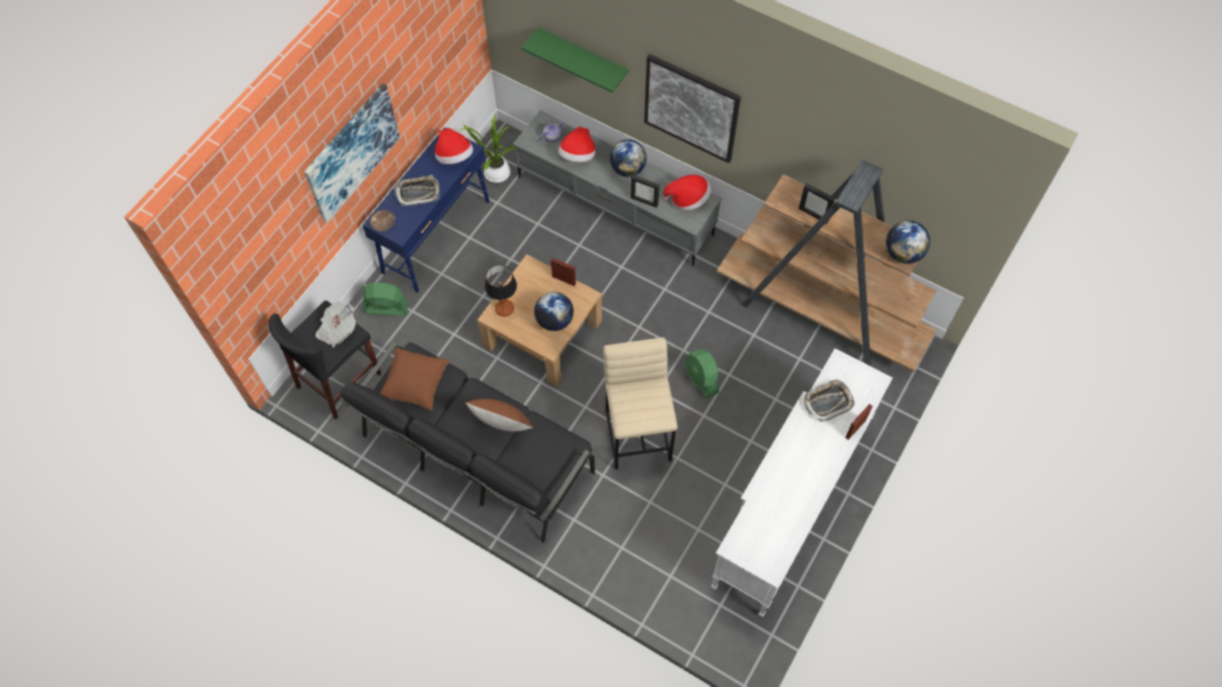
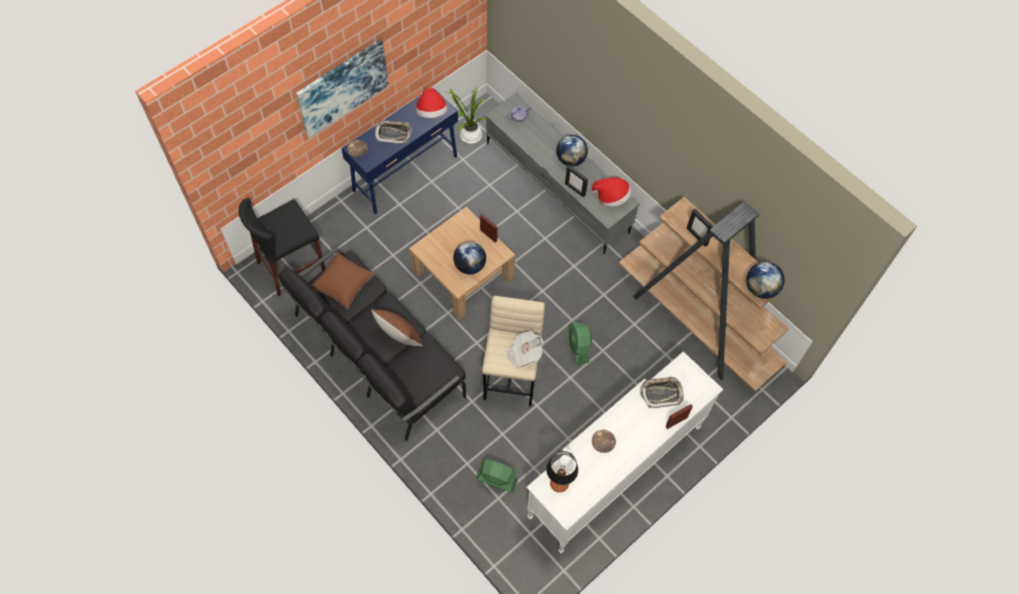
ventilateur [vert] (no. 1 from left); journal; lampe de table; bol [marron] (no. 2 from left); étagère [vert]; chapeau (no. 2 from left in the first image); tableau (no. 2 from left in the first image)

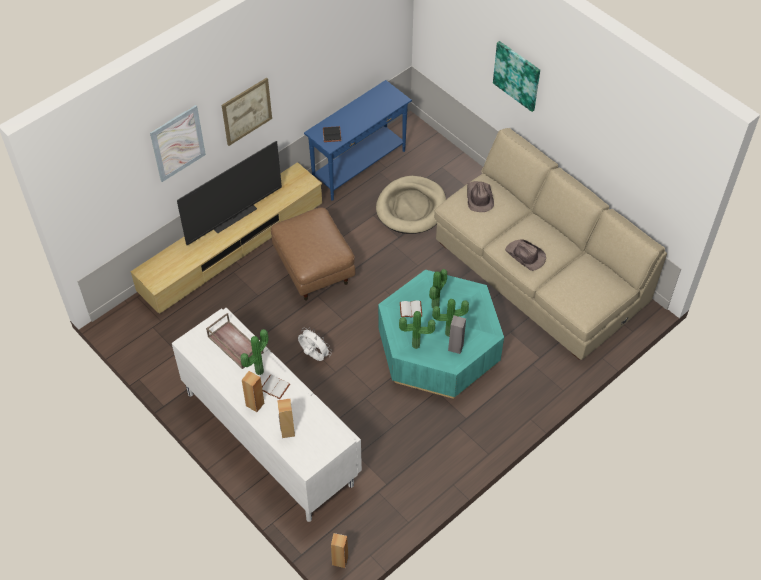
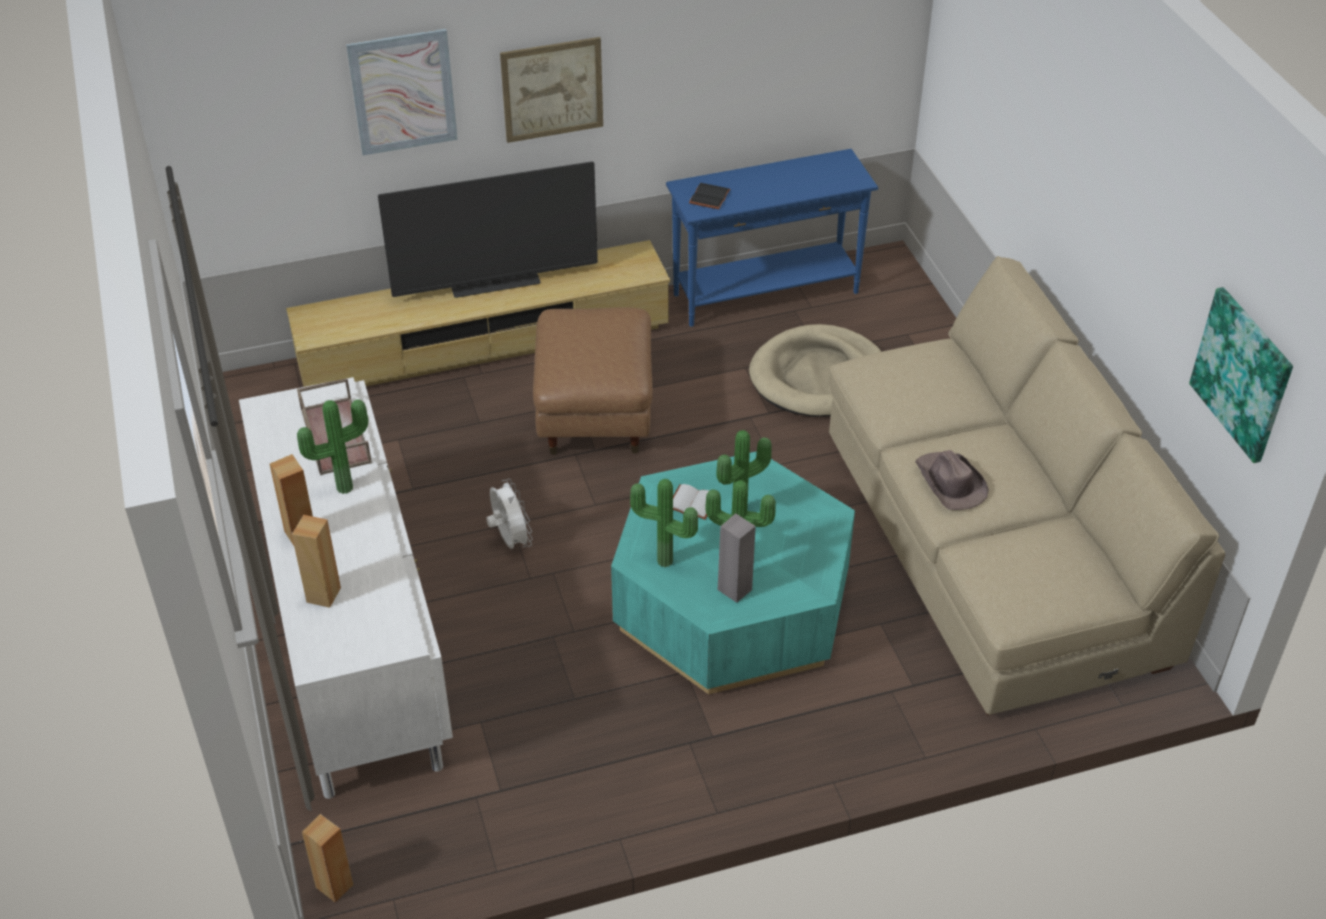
tableau (no. 3 from left); livre [blanc] (no. 1 from left in the first image); chapeau [marron] (no. 1 from left in the first image)

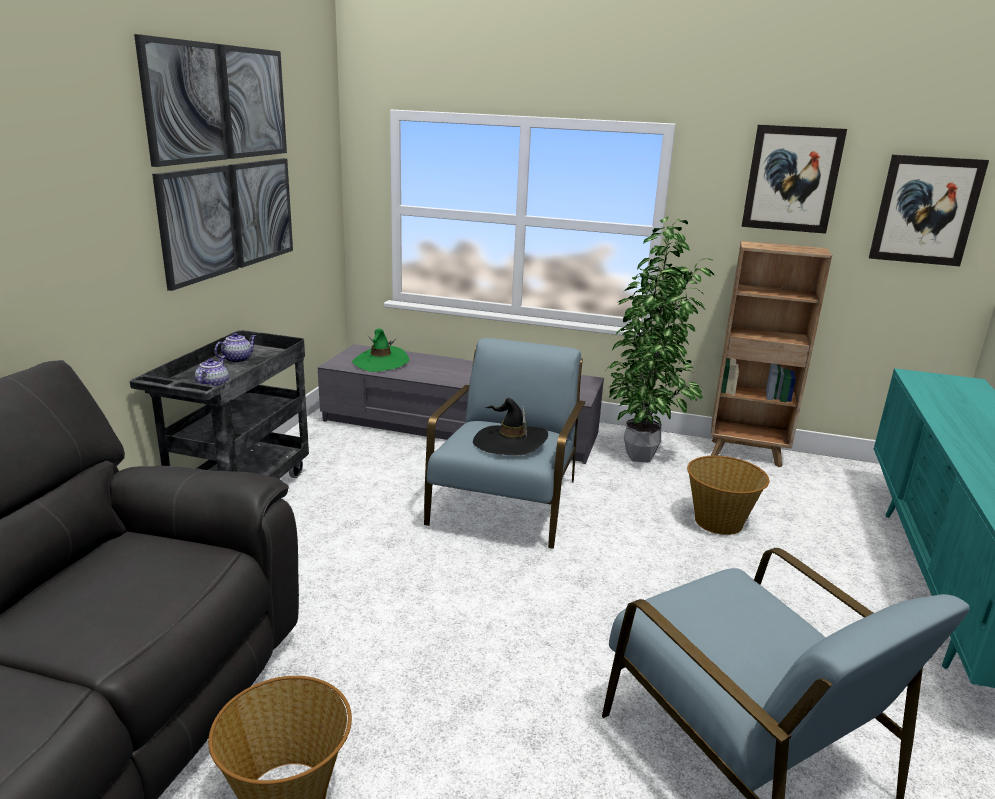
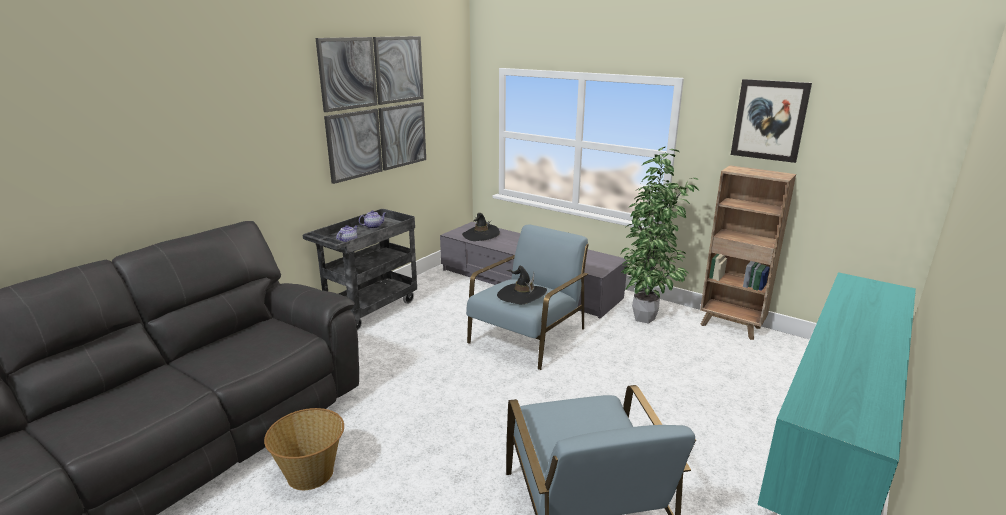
chapeau [noir] (no. 1 from left); panier (no. 2 from left in the first image); tableau (no. 3 from left in the first image)

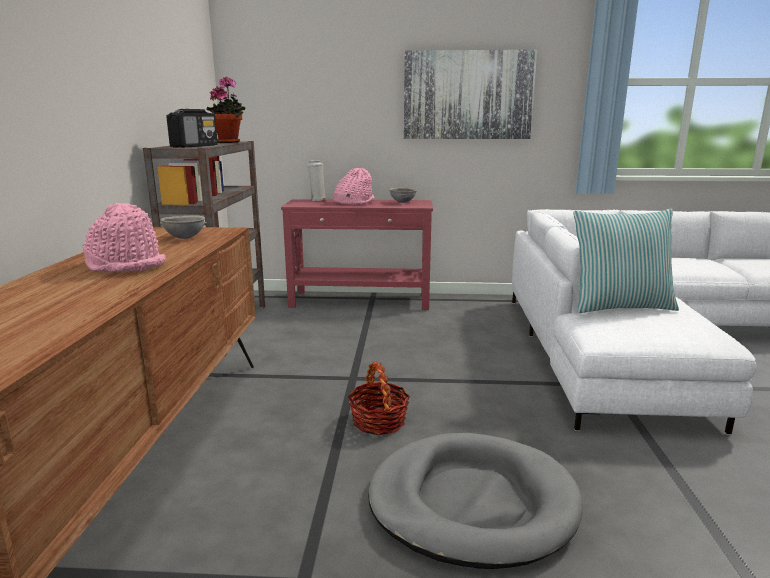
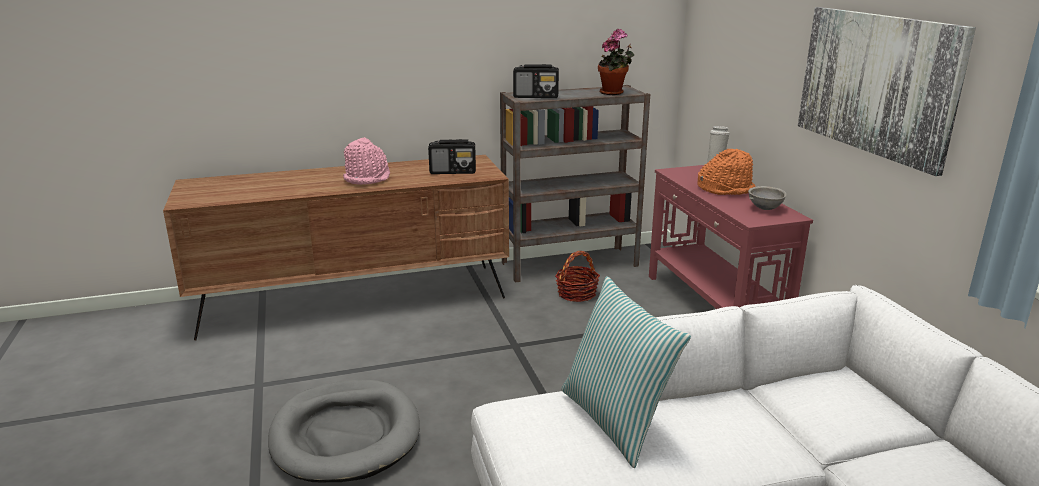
radio (no. 1 from left); panier; chapeau [orange]

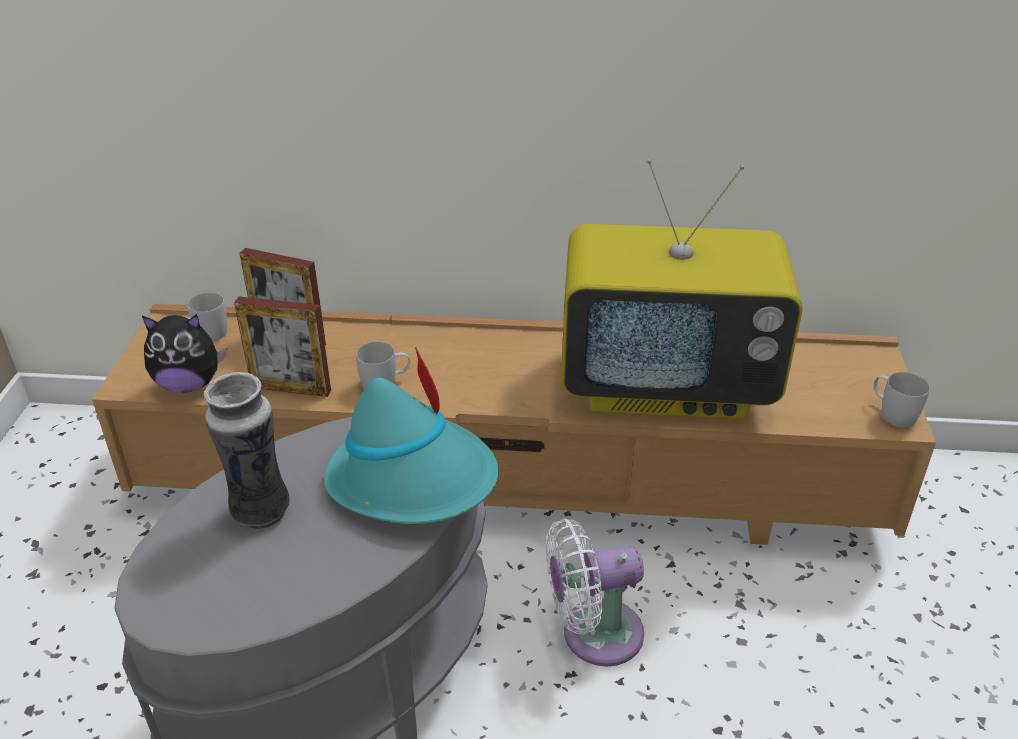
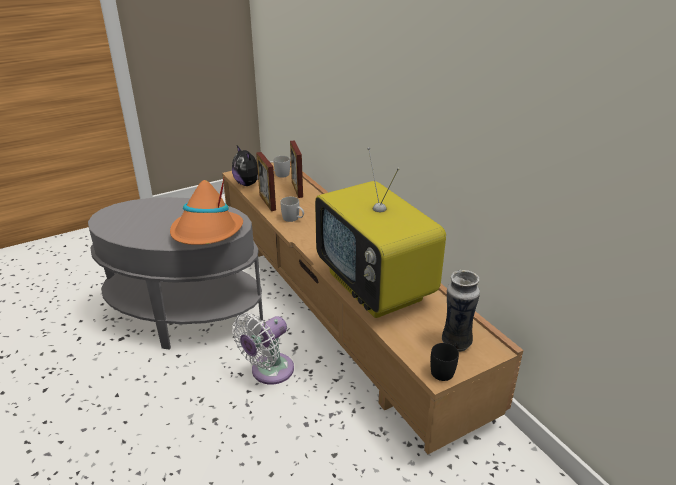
chapeau [orange]; ventilateur [blanc]; mug [noir]; vase

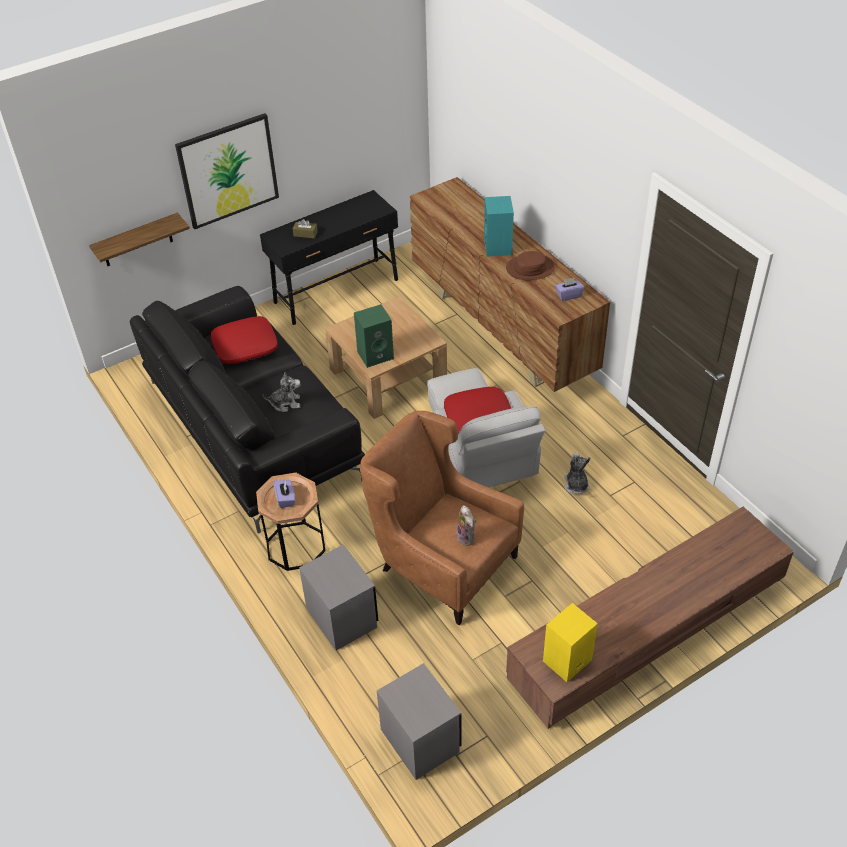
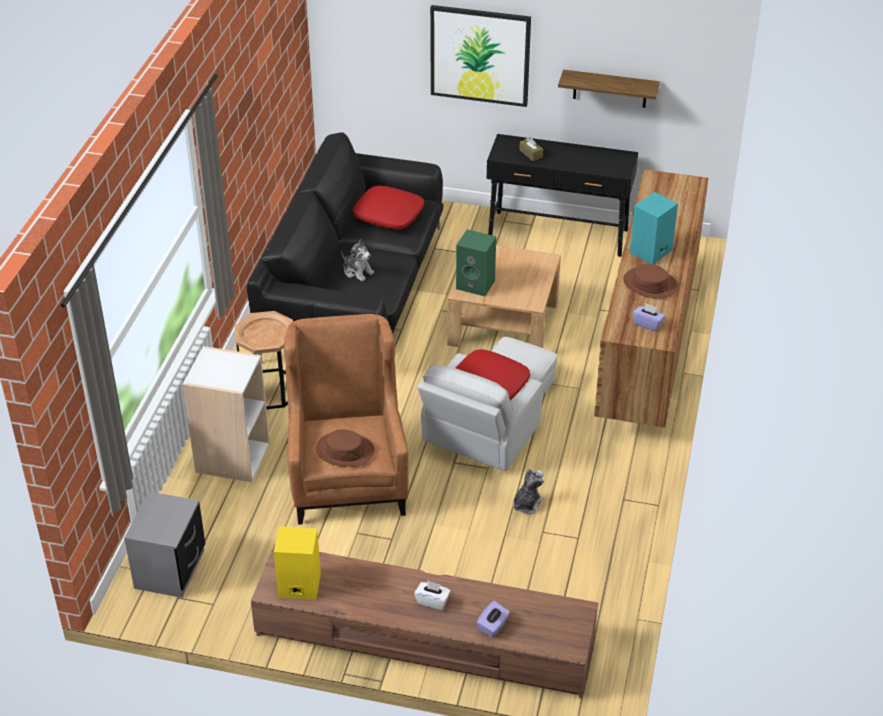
bibliothèque; chapeau [marron] (no. 1 from left); boîte à mouchoirs [blanc]; boîte à mouchoirs [violet] (no. 1 from left); étagère

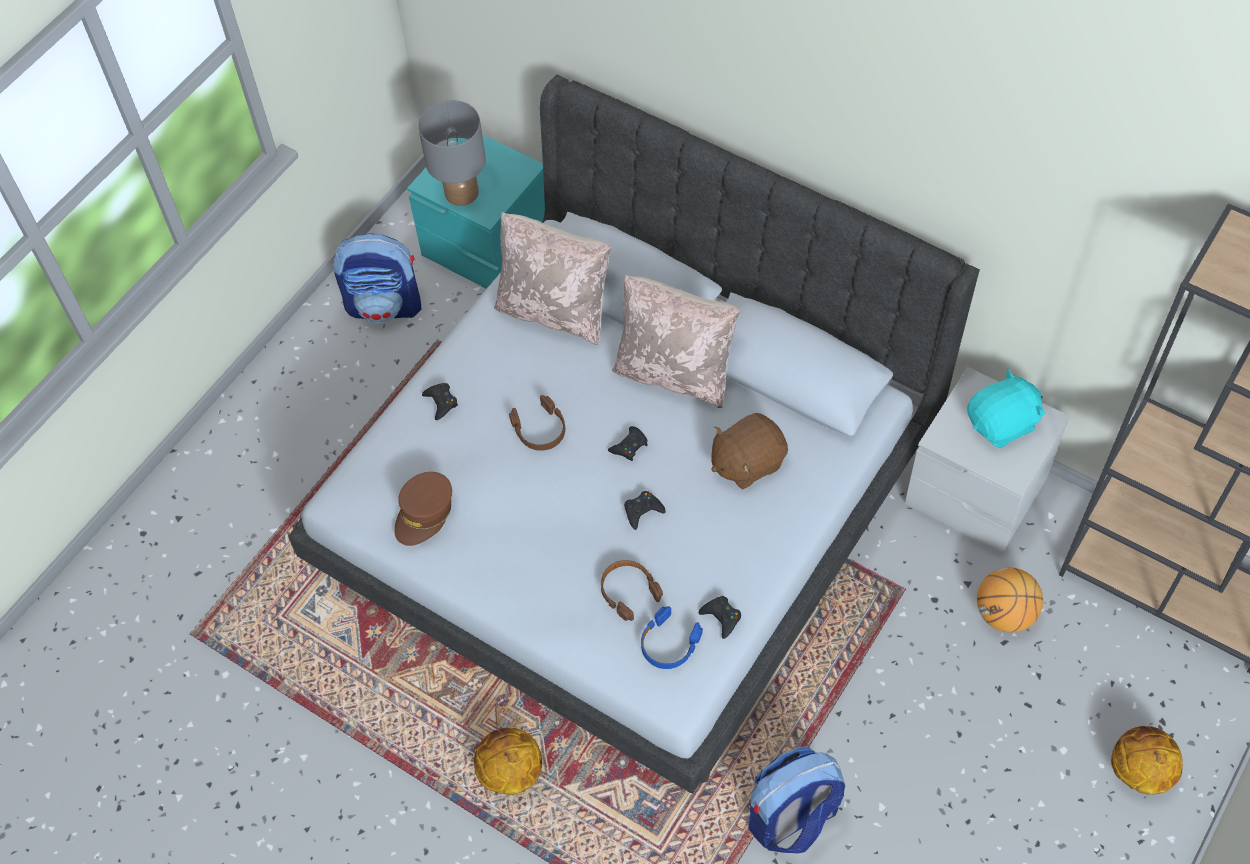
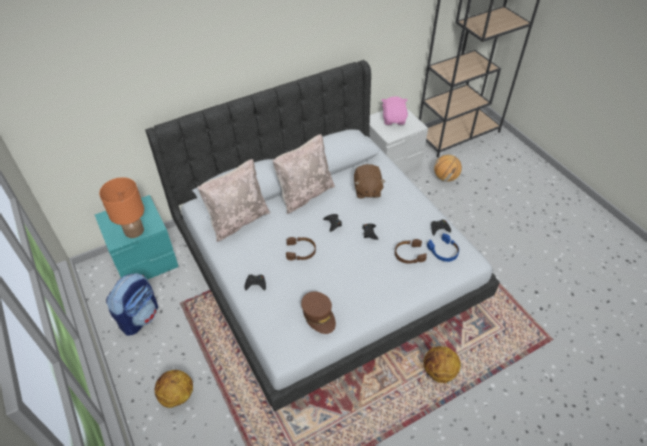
lampe de table [orange]; ballon de basket (no. 1 from left); peluche [rose]; sac à dos (no. 2 from left in the first image)

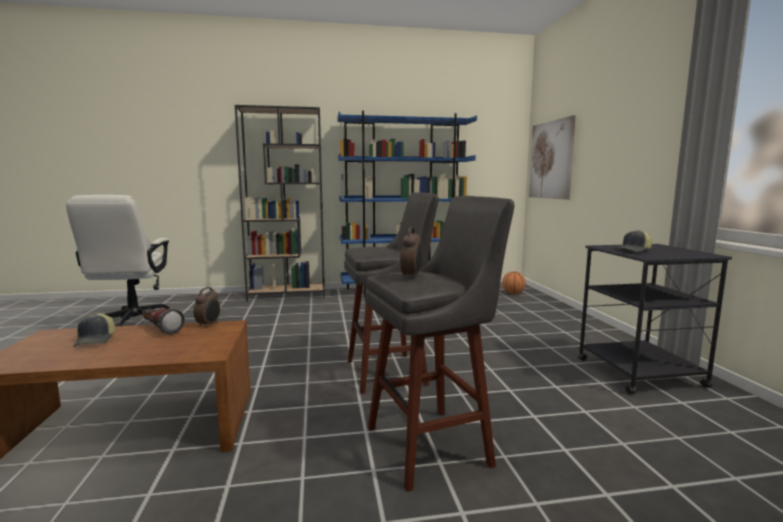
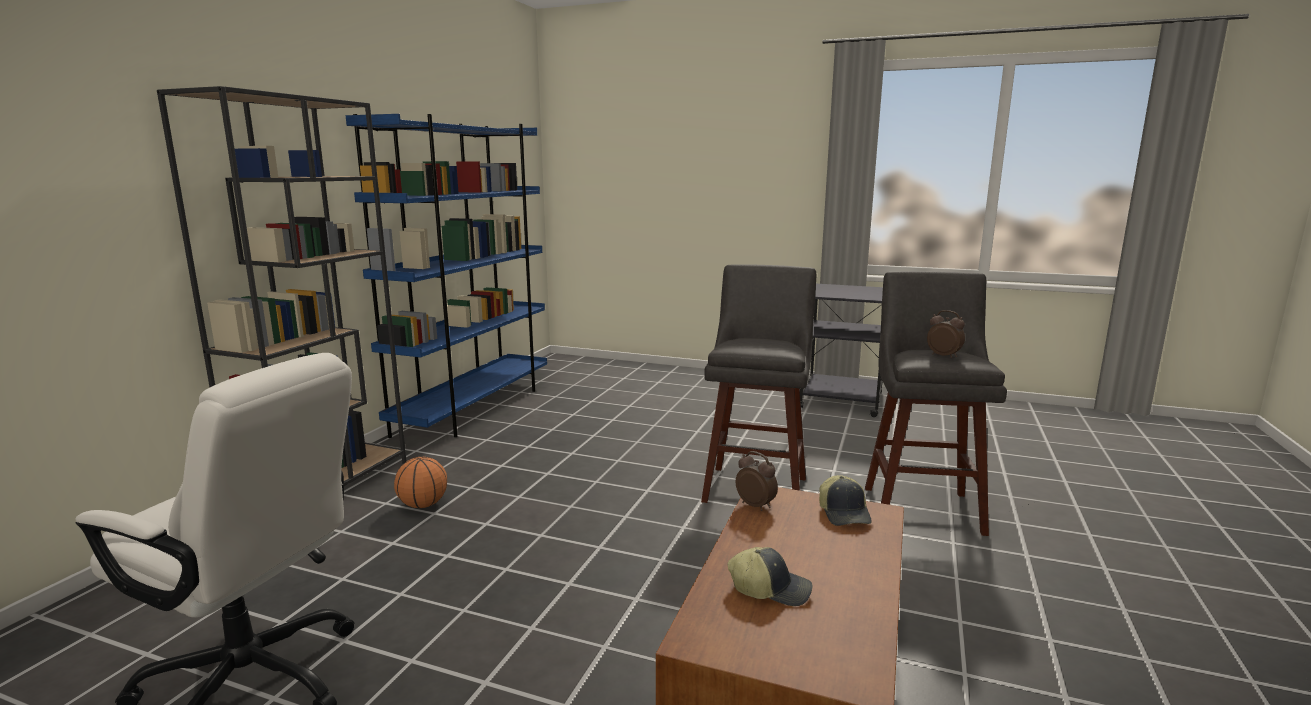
ballon de basket; casquette (no. 2 from left); lampe de poche; tableau

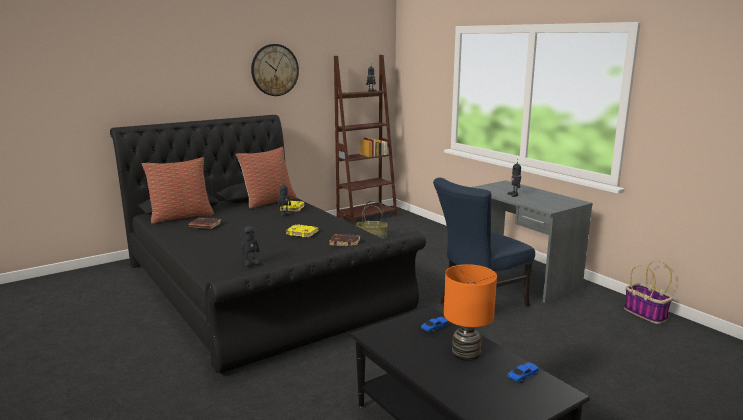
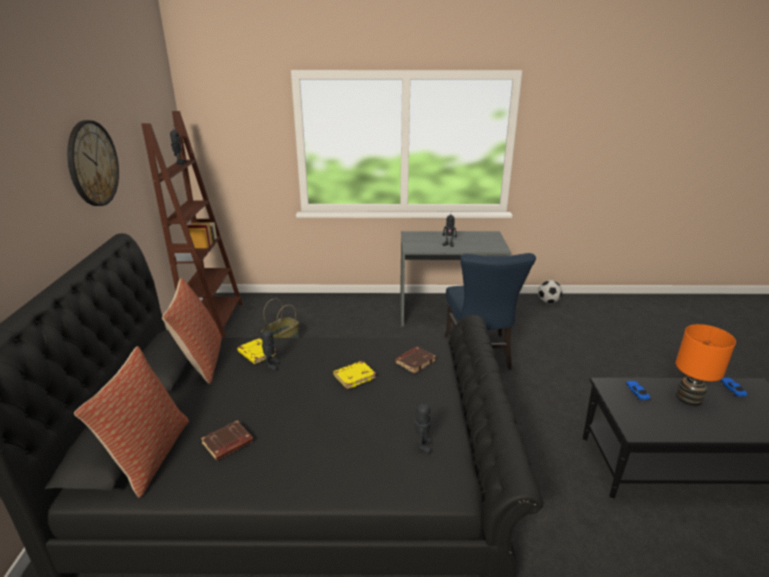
ballon de foot

